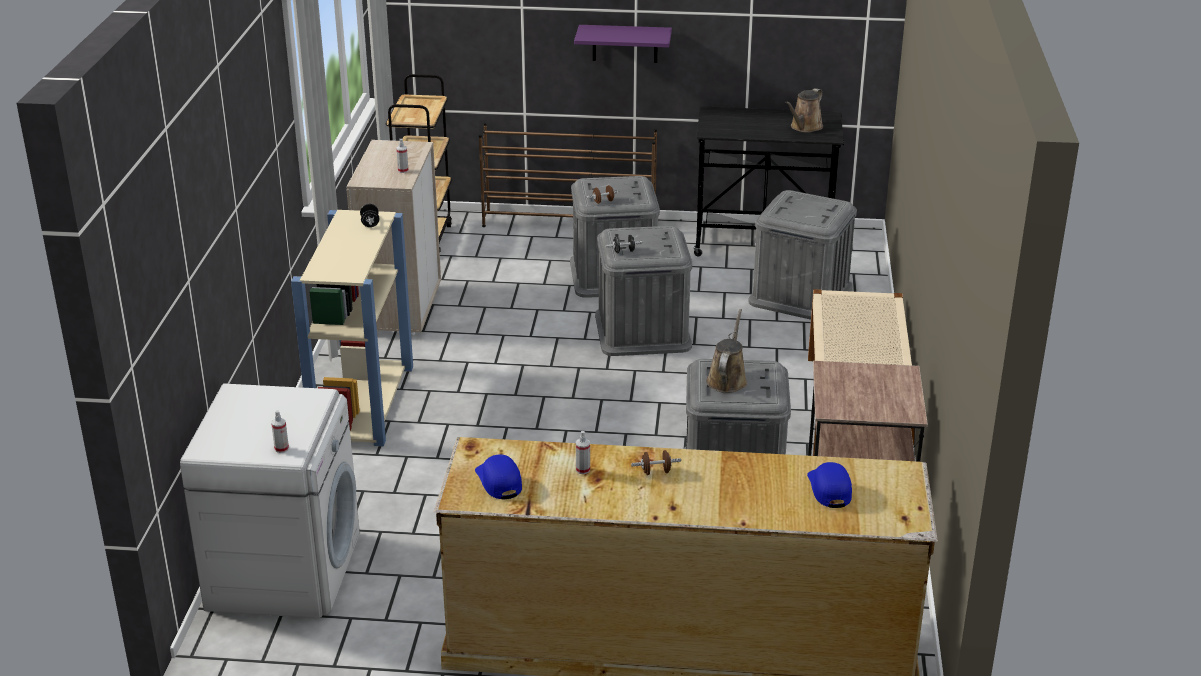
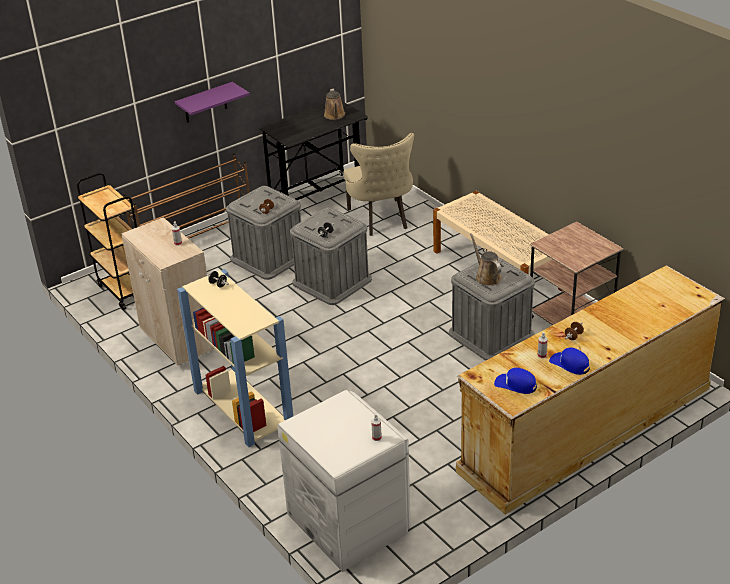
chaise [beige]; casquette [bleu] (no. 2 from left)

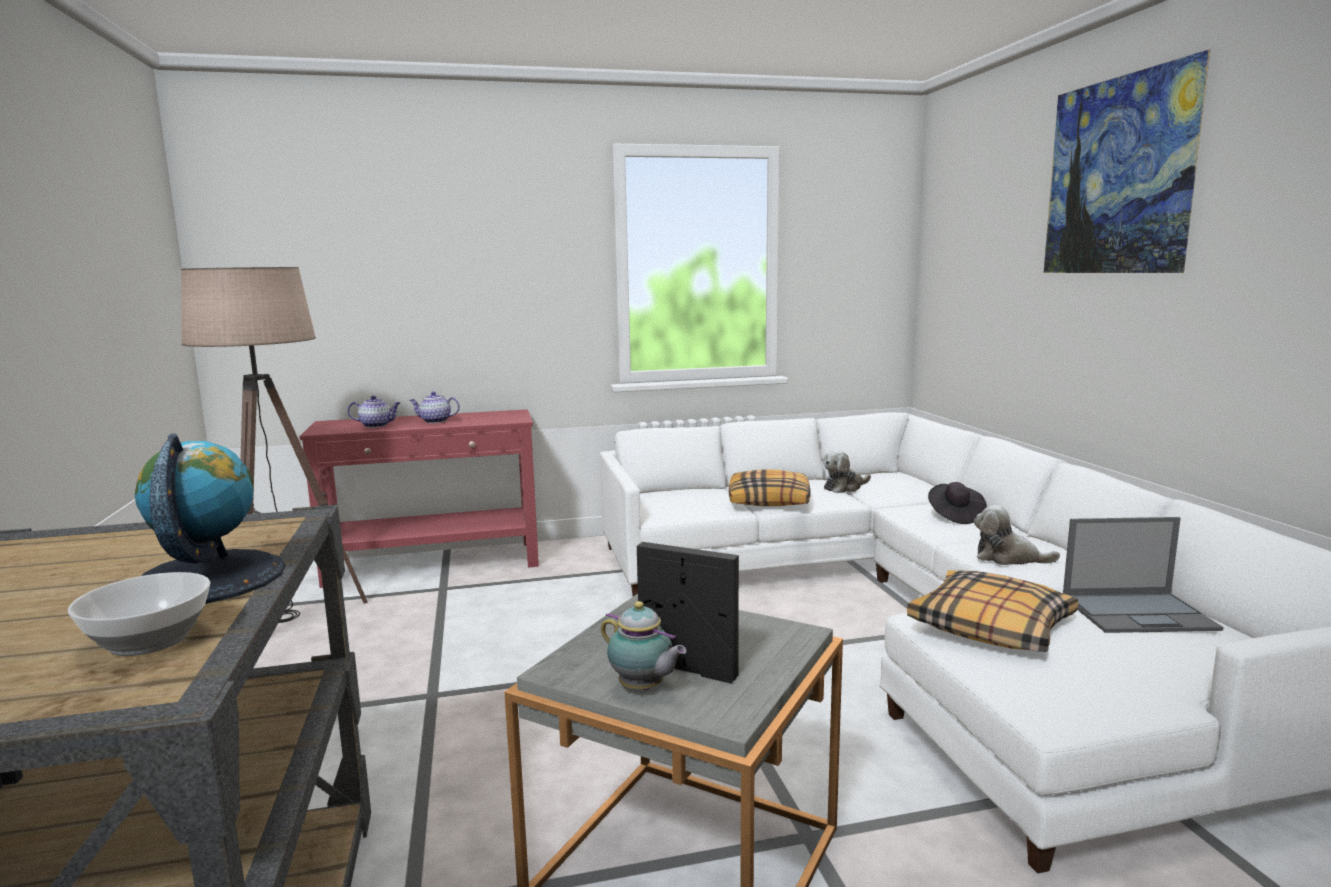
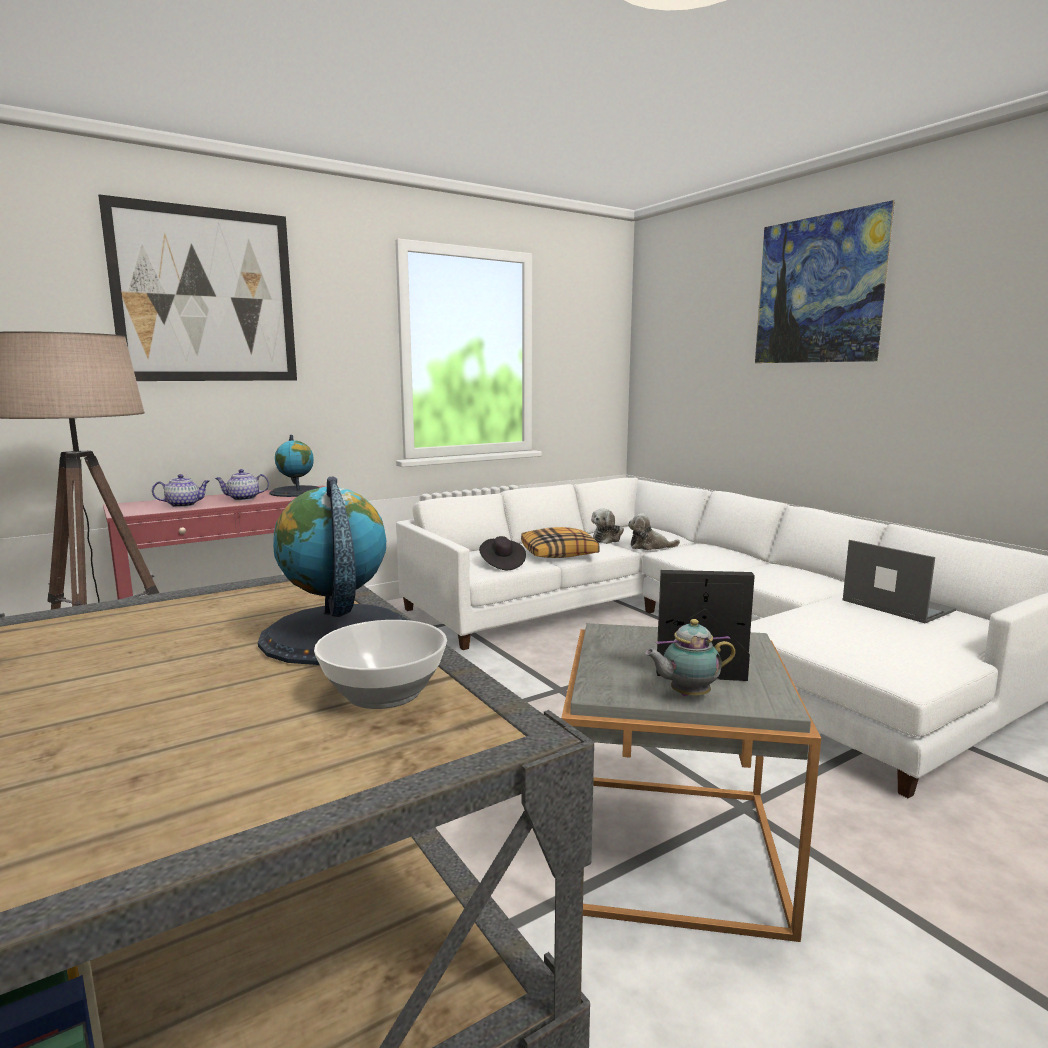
tableau (no. 1 from left); globe (no. 1 from left); chapeau [noir]; peluche (no. 2 from left); théière (no. 3 from left); ordinateur portable; coussin (no. 2 from left in the first image)

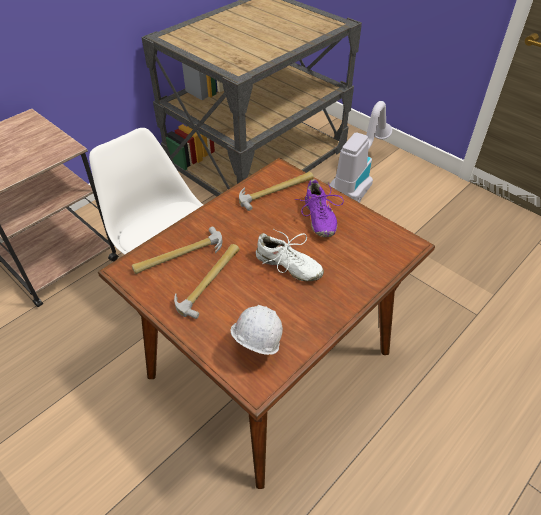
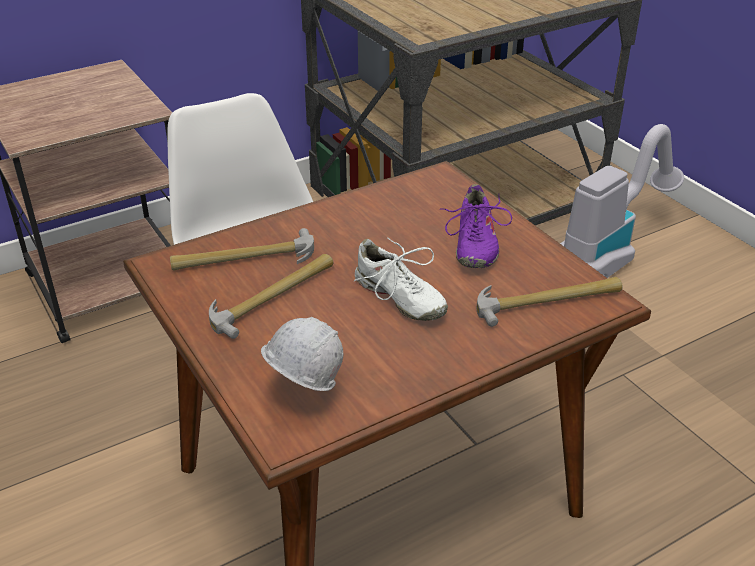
marteau (no. 3 from left)

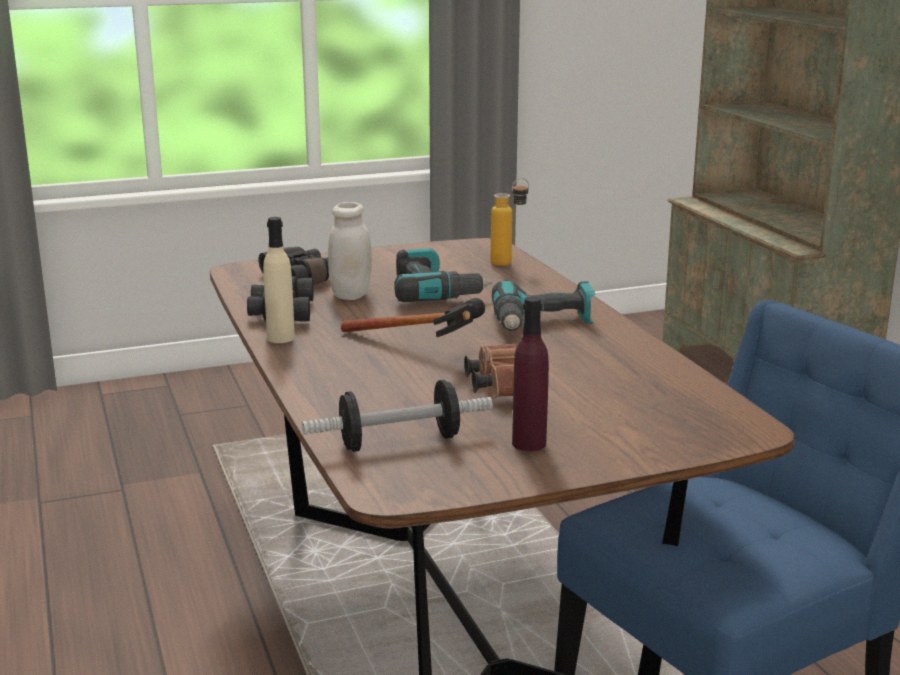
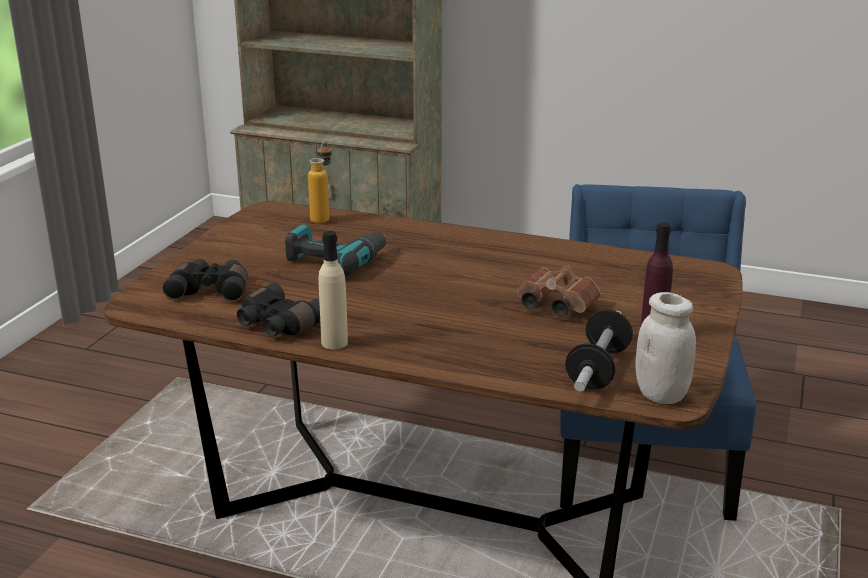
bocal [blanc]; marteau; perceuse (no. 2 from left in the first image)

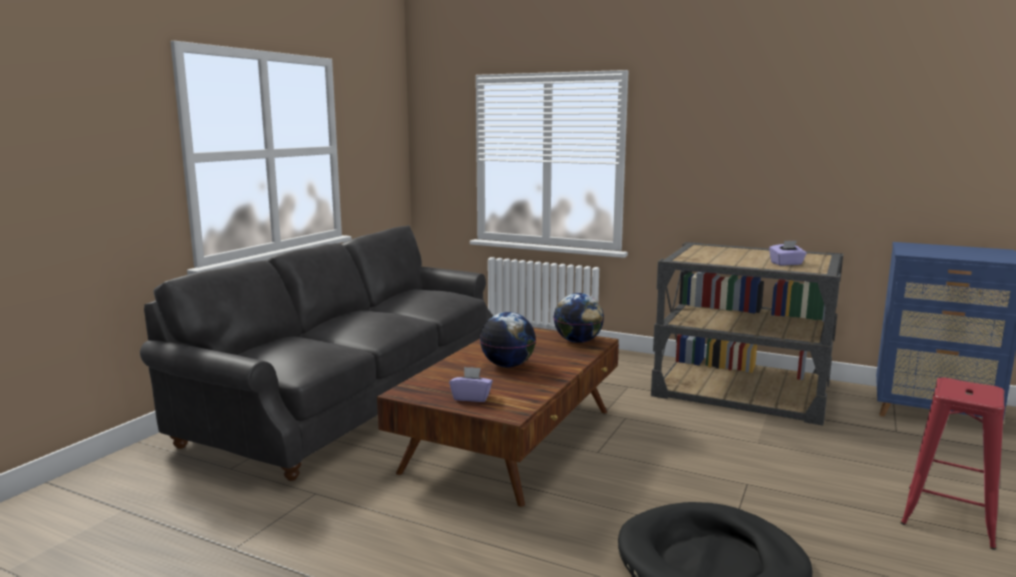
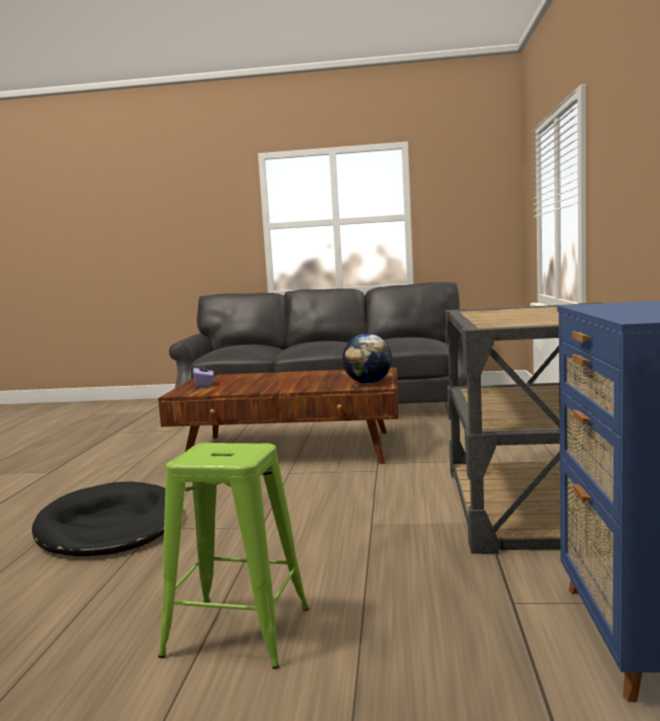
tabouret [vert]; globe (no. 1 from left in the first image); boîte à mouchoirs [violet] (no. 2 from left in the first image)

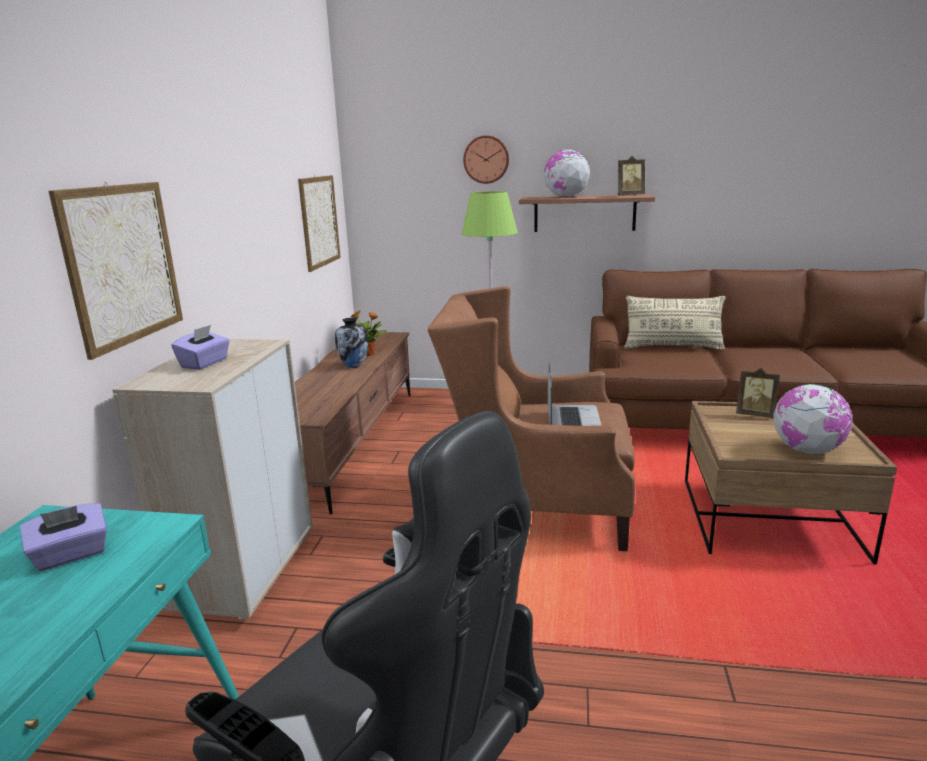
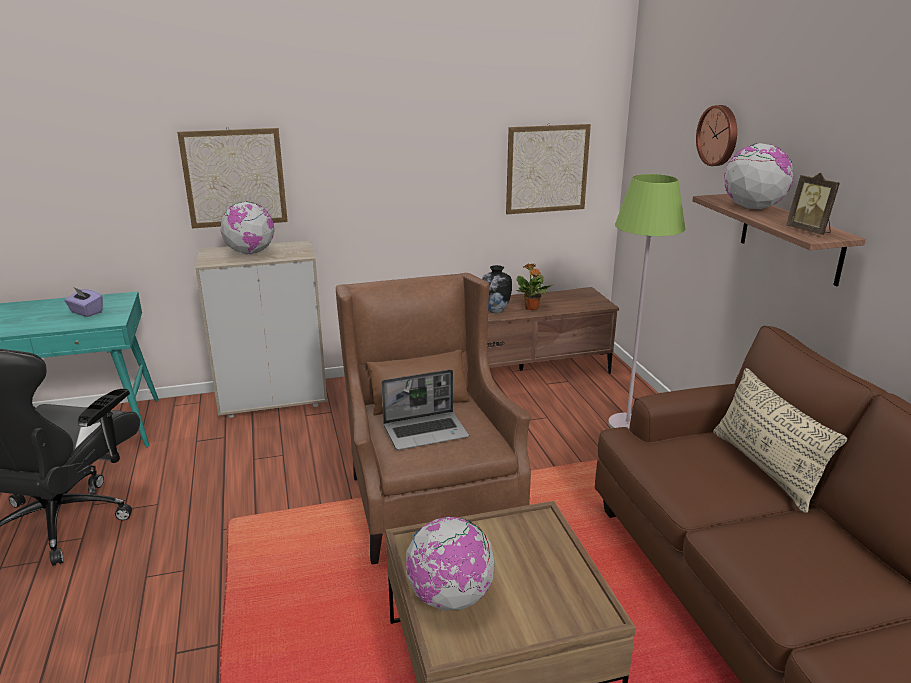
globe (no. 1 from left); cadre photo (no. 2 from left in the first image)

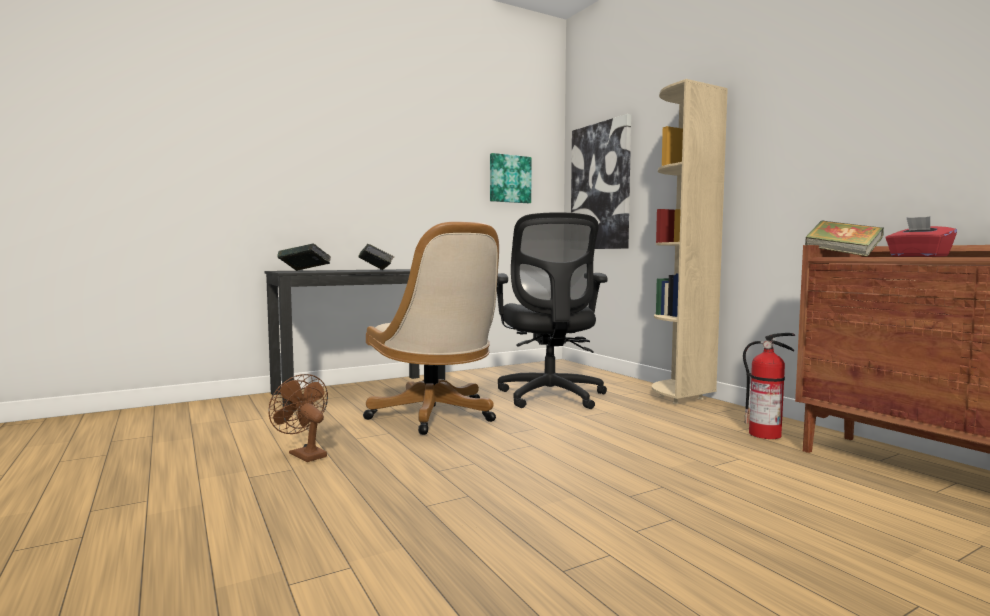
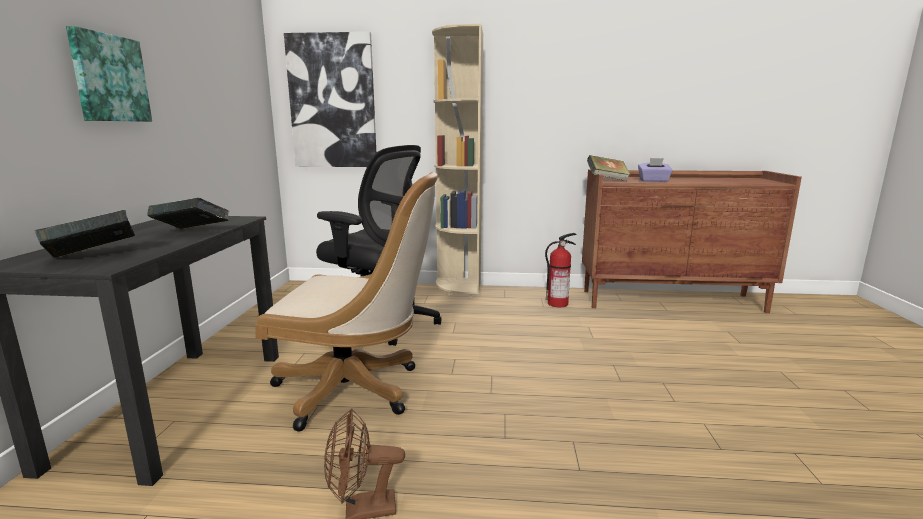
tableau (no. 1 from left); boîte à mouchoirs [violet]

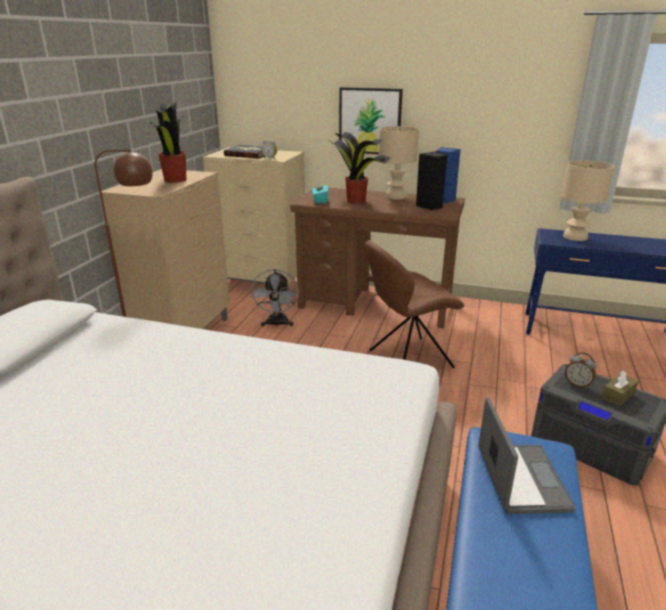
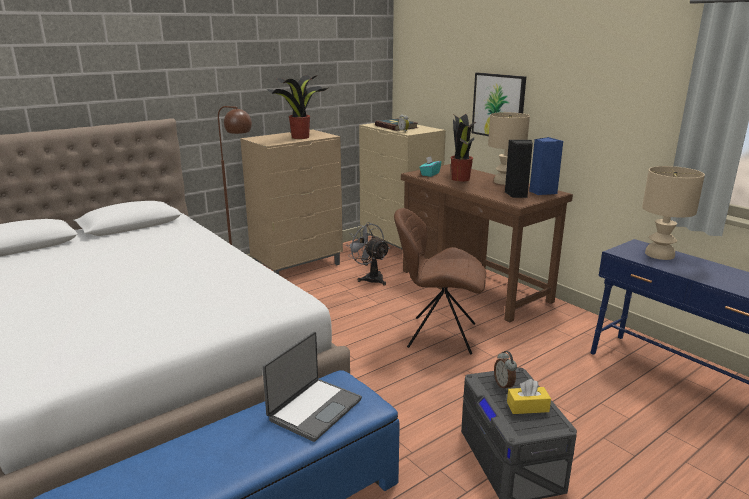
ventilateur [gris]; boîte à mouchoirs [jaune]

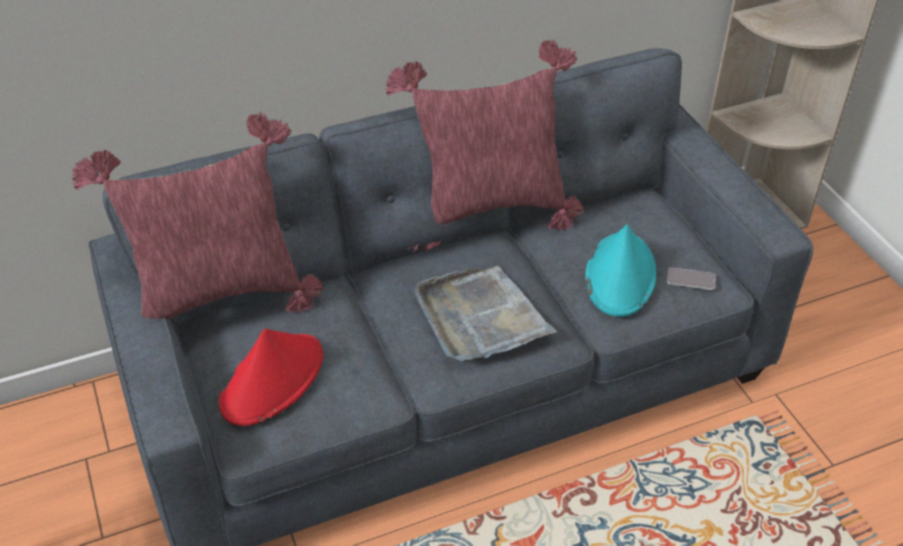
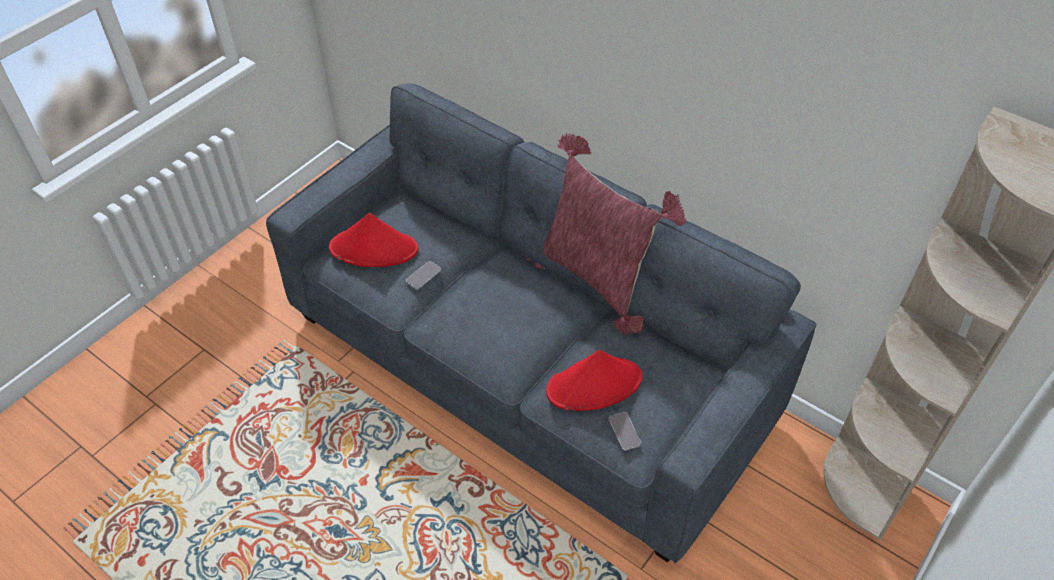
téléphone (no. 1 from left); chapeau [rouge] (no. 2 from left); coussin [rouge] (no. 1 from left in the first image); plateau [gris]

